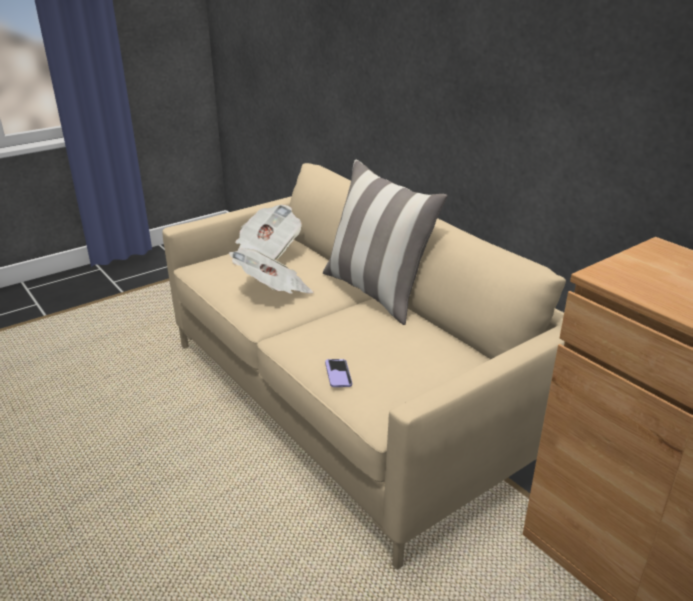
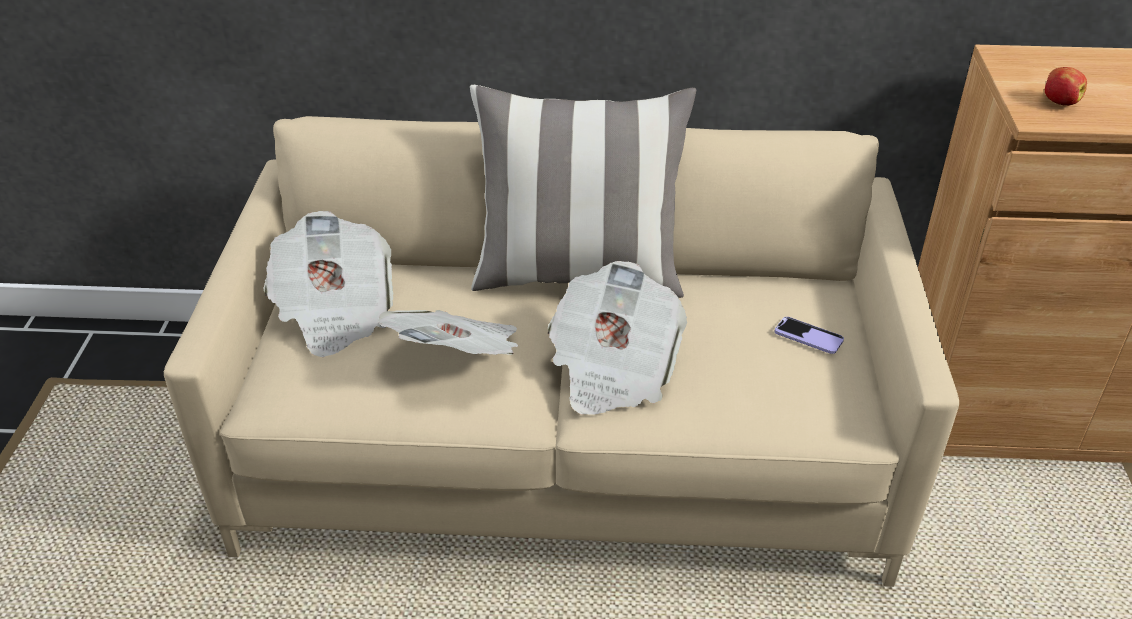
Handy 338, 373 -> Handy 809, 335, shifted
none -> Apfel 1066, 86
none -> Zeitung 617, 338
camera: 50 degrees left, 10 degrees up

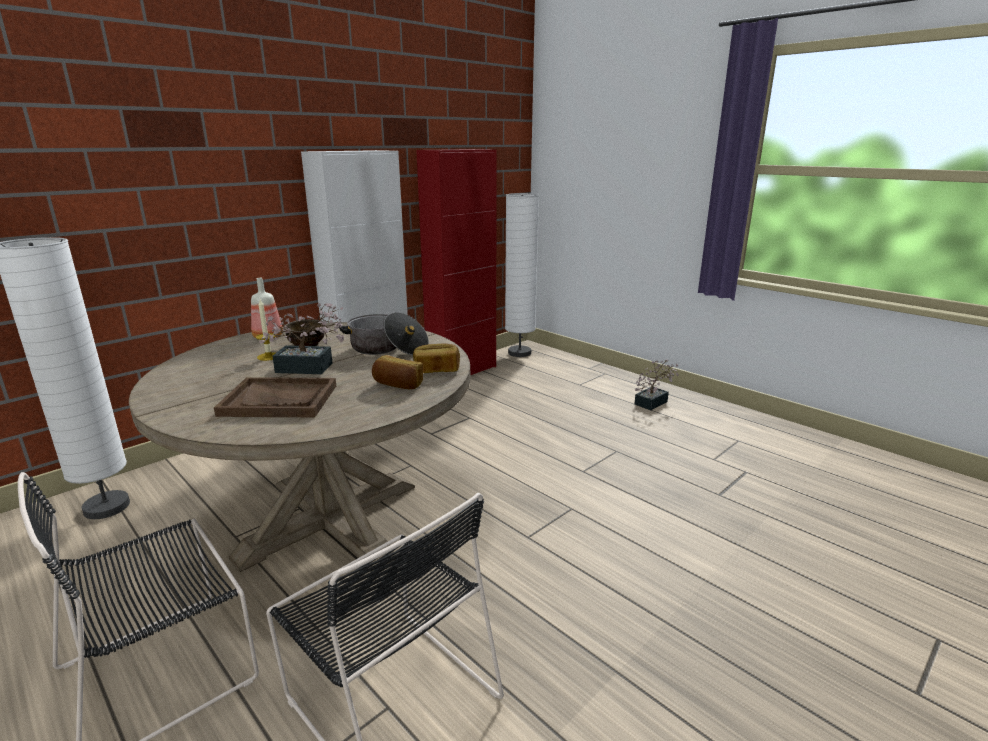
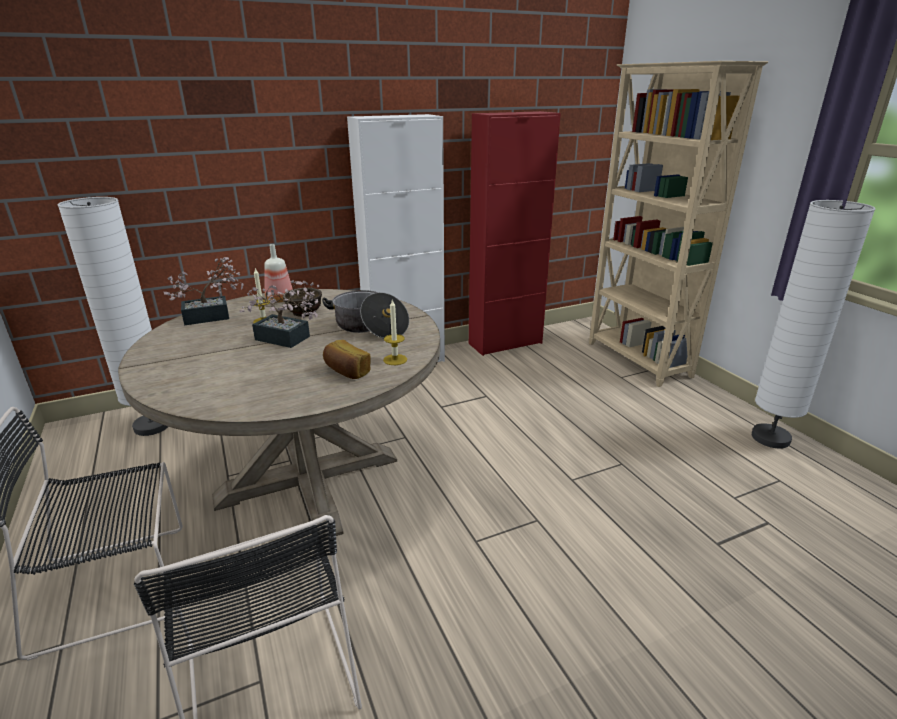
Stehlampe [weiß] 522, 275 -> Stehlampe [weiß] 813, 324, shifted
Brot 436, 358 -> Kerze 395, 332
Topfpflanze 656, 384 -> Topfpflanze 204, 291, shifted
Tablett [braun] 275, 397 -> none
none -> Bücherregal [beige] 678, 224
camera: 20 degrees right, 5 degrees up

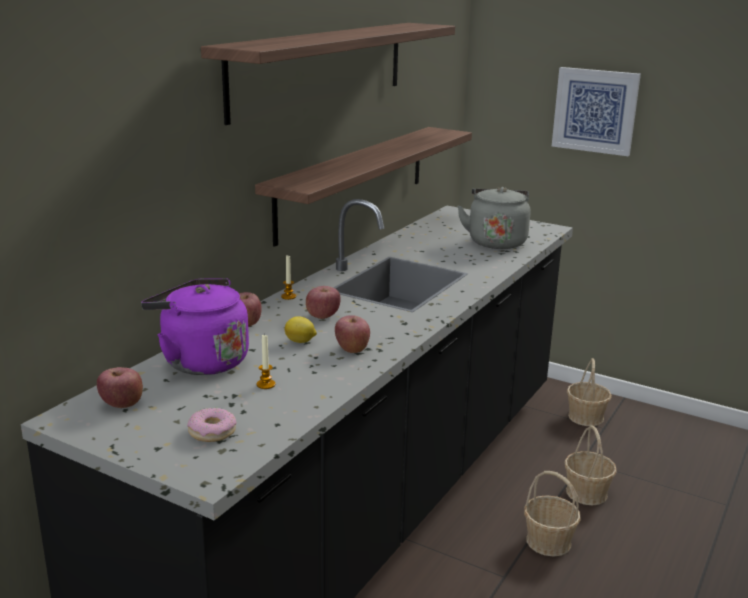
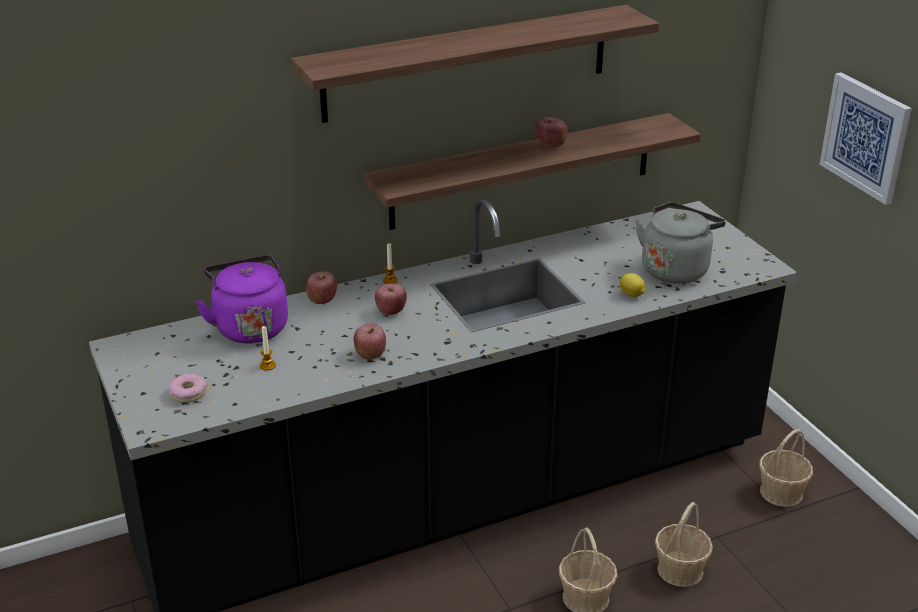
Zitrone 301, 329 -> Zitrone 632, 285, shifted
Apfel 120, 387 -> Apfel 551, 132, shifted
camera: 35 degrees right, 10 degrees up

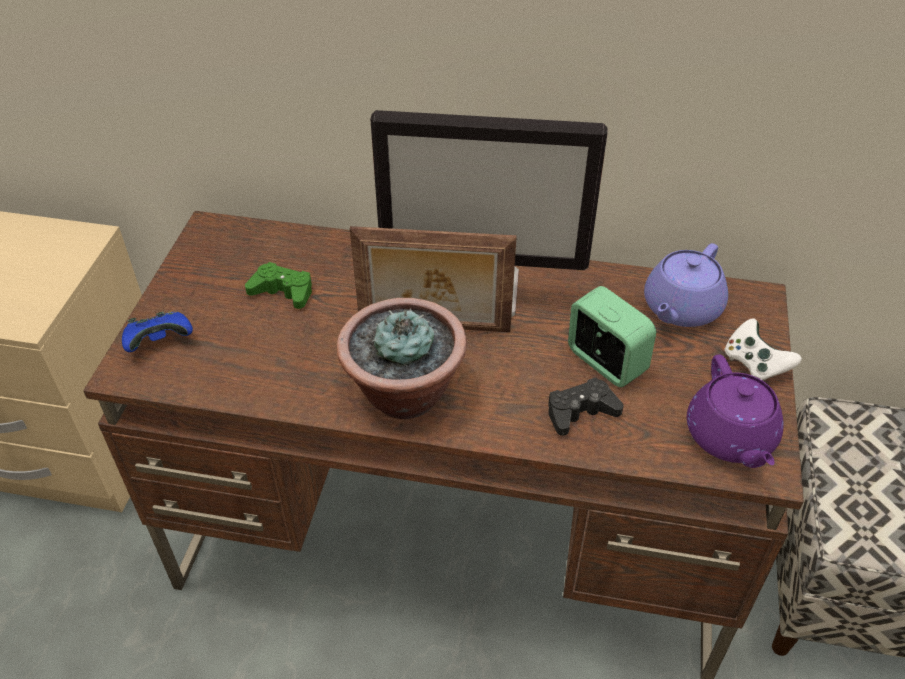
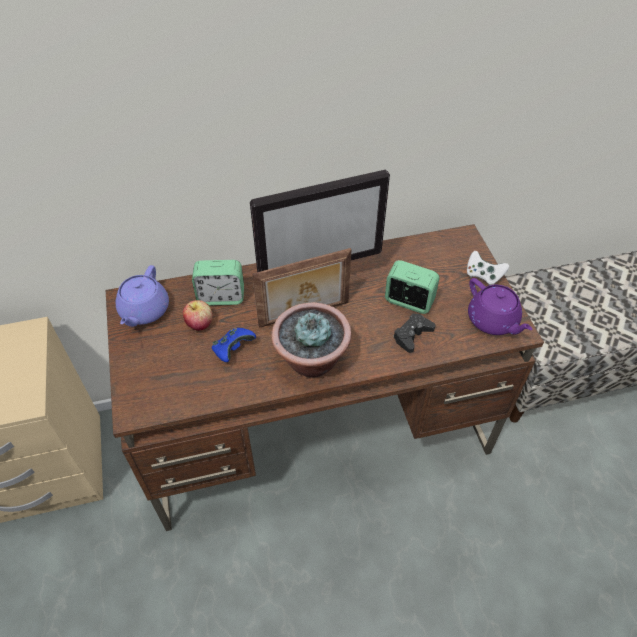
Teekanne [lila] 686, 285 -> Teekanne [lila] 142, 296, shifted
Gamepad [grün] 278, 285 -> Apfel 197, 315
Gamepad [blau] 157, 331 -> Gamepad [blau] 234, 345, shifted
none -> Wecker 218, 283
camera: 25 degrees left, 5 degrees up

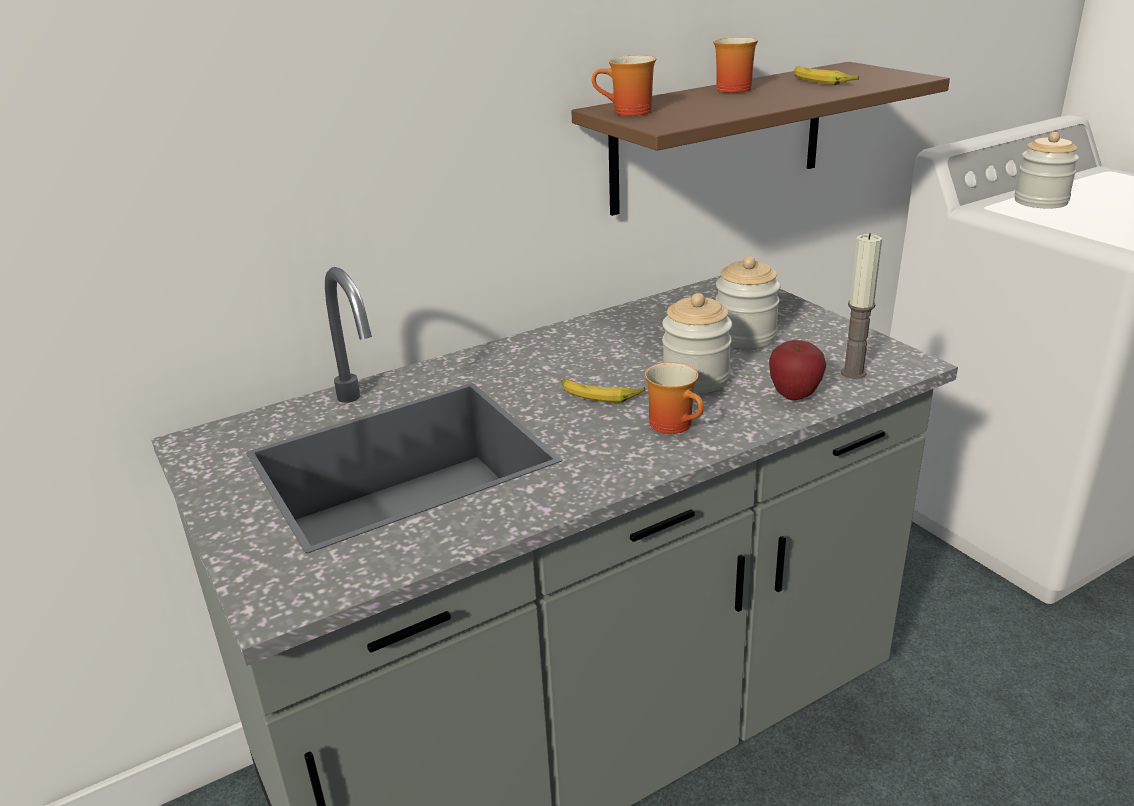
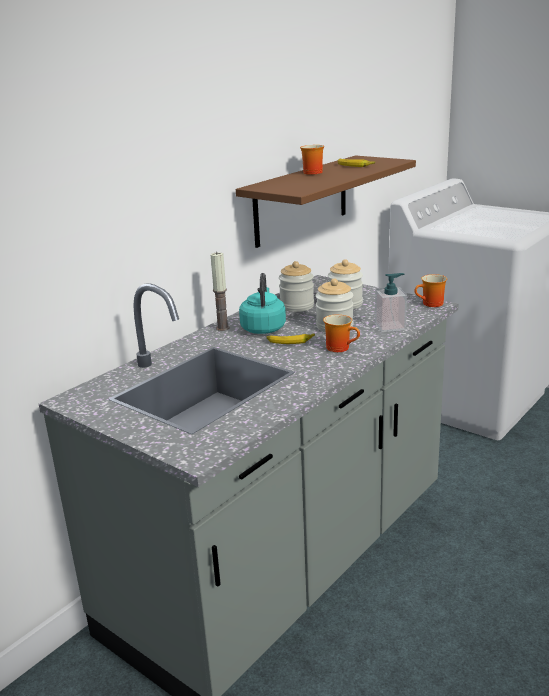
Henkelbecher 624, 85 -> Henkelbecher 430, 290, shifted
Vorratsglas 1046, 170 -> Vorratsglas 296, 286, shifted
Kerze 861, 306 -> Kerze 220, 291, shifted
Apfel 797, 370 -> Seifenspender 391, 302
none -> Wasserkessel [türkis] 262, 303
camera: 20 degrees left, 5 degrees down

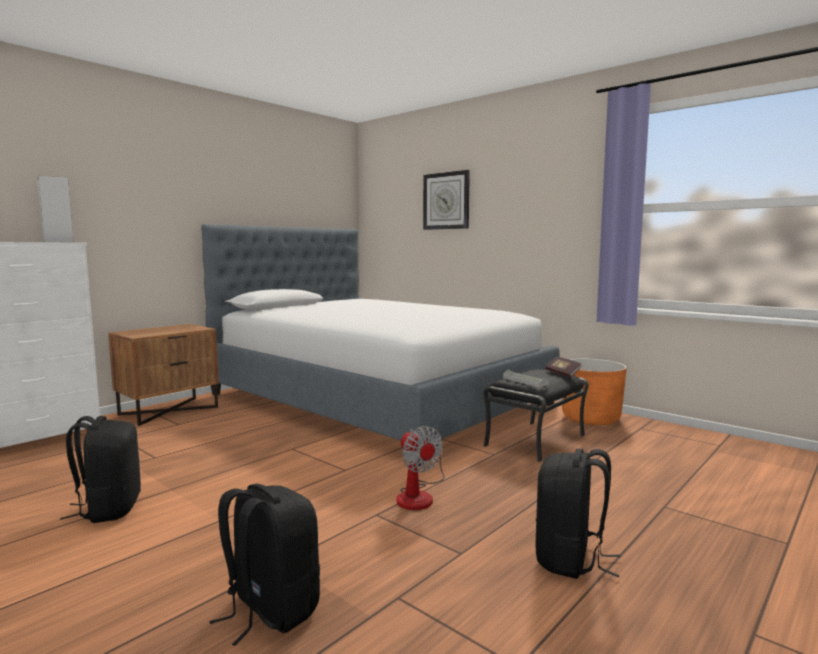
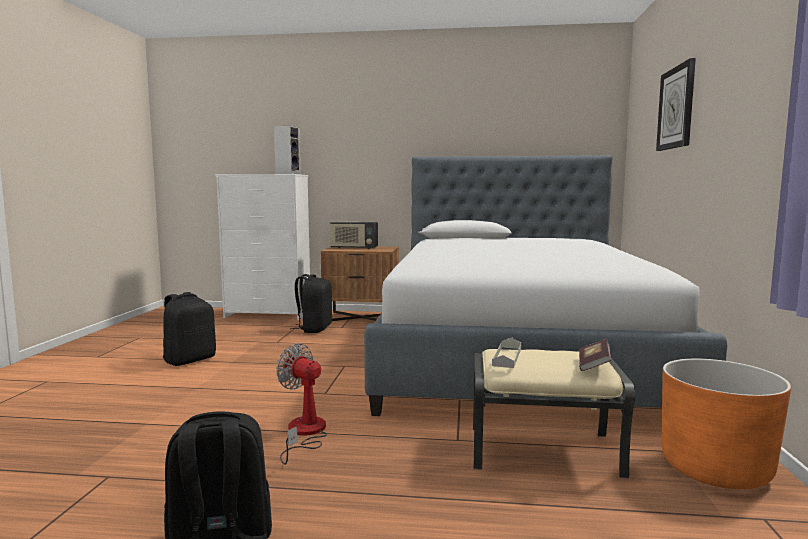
Polsterhocker [schwarz] 536, 415 -> Polsterhocker [beige] 554, 413
Ventilator 420, 468 -> Ventilator 301, 404, 105 degrees clockwise
Rucksack [schwarz] 265, 565 -> Rucksack [schwarz] 311, 303, shifted
none -> Radio 353, 235
camera: 55 degrees right, 0 degrees up

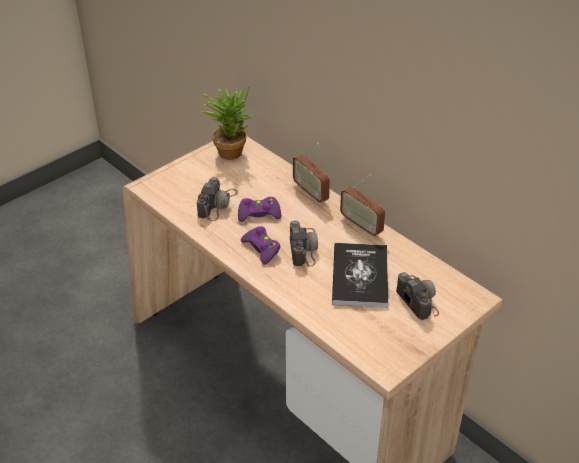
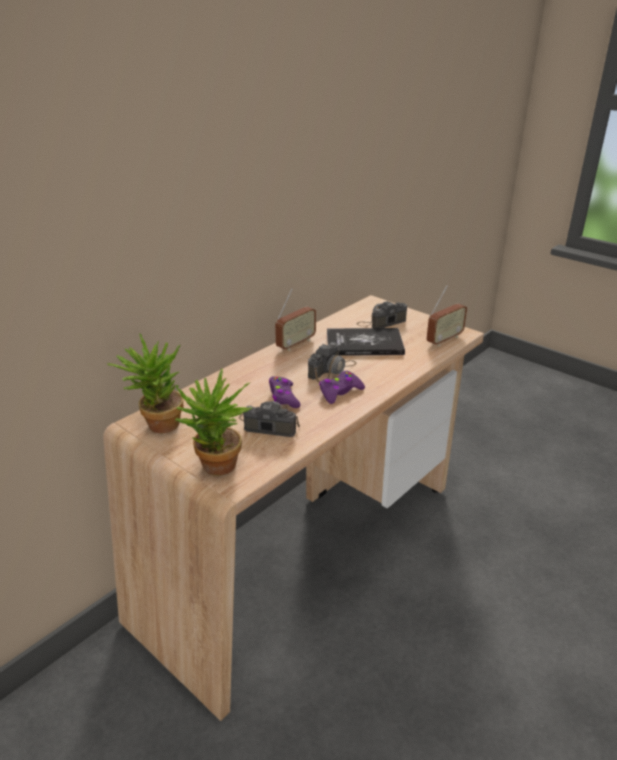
Radio 311, 173 -> Radio 447, 315, shifted
Kamera 304, 243 -> Kamera 332, 362, 135 degrees clockwise
none -> Topfpflanze 213, 422
camera: 95 degrees left, 10 degrees down

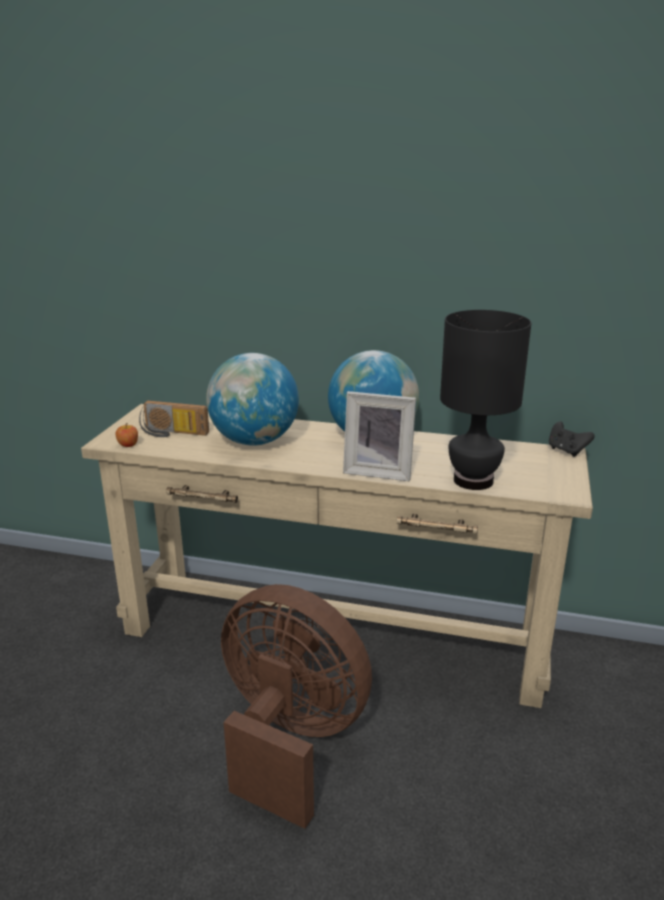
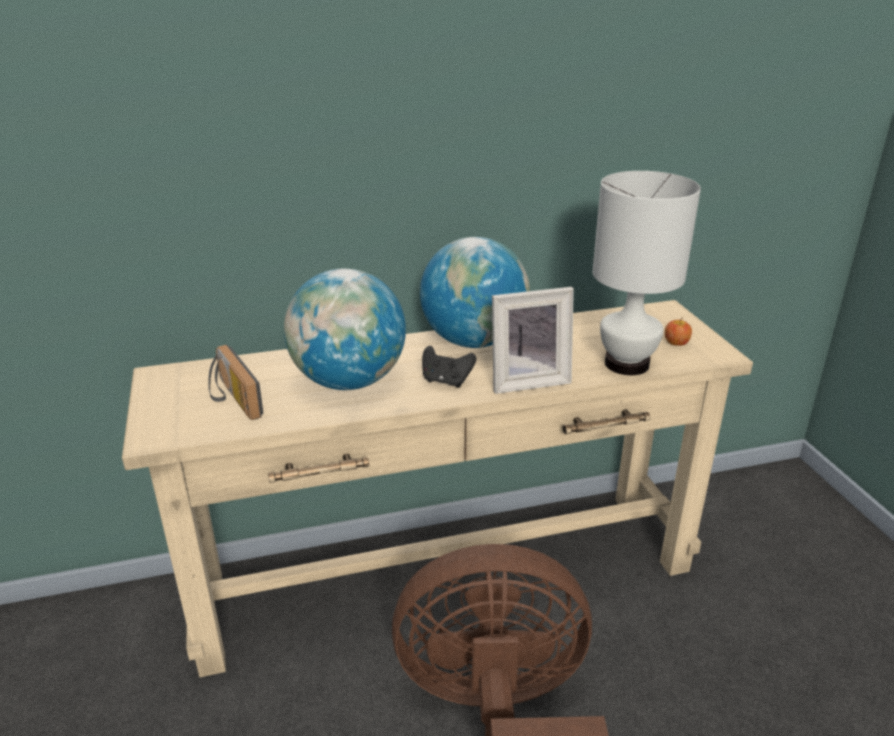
Tischlampe [schwarz] 485, 400 -> Tischlampe [weiß] 646, 273
Radio 174, 418 -> Radio 235, 382, 75 degrees clockwise
Gamepad [schwarz] 572, 439 -> Gamepad [schwarz] 449, 367, shifted
Apfel 127, 435 -> Apfel 678, 331, shifted
camera: 30 degrees left, 5 degrees up

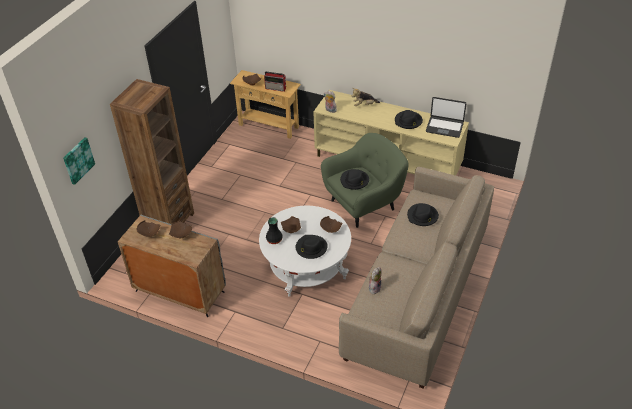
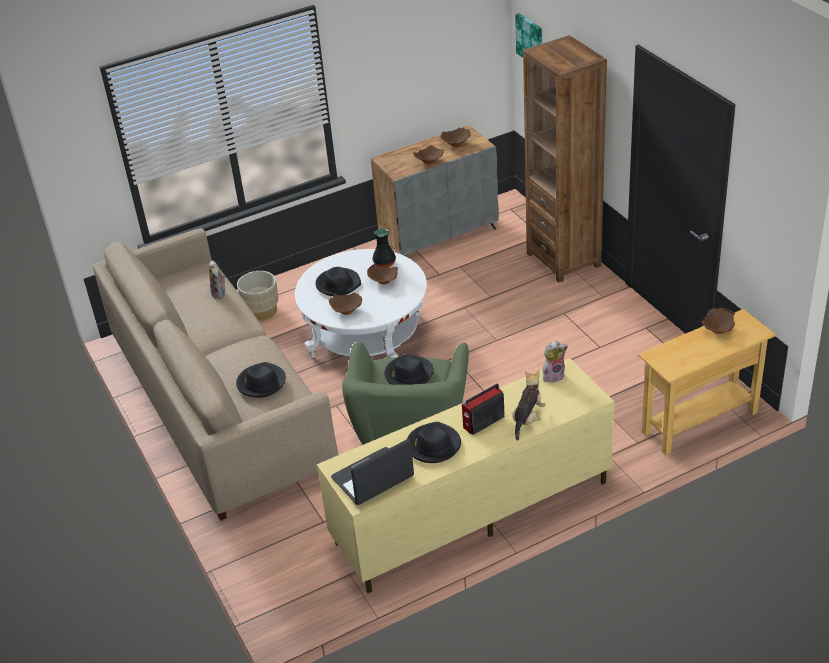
Radio 275, 81 -> Radio 483, 409, shifted
none -> Pflanzkübel [beige] 257, 296
camera: 130 degrees right, 5 degrees down

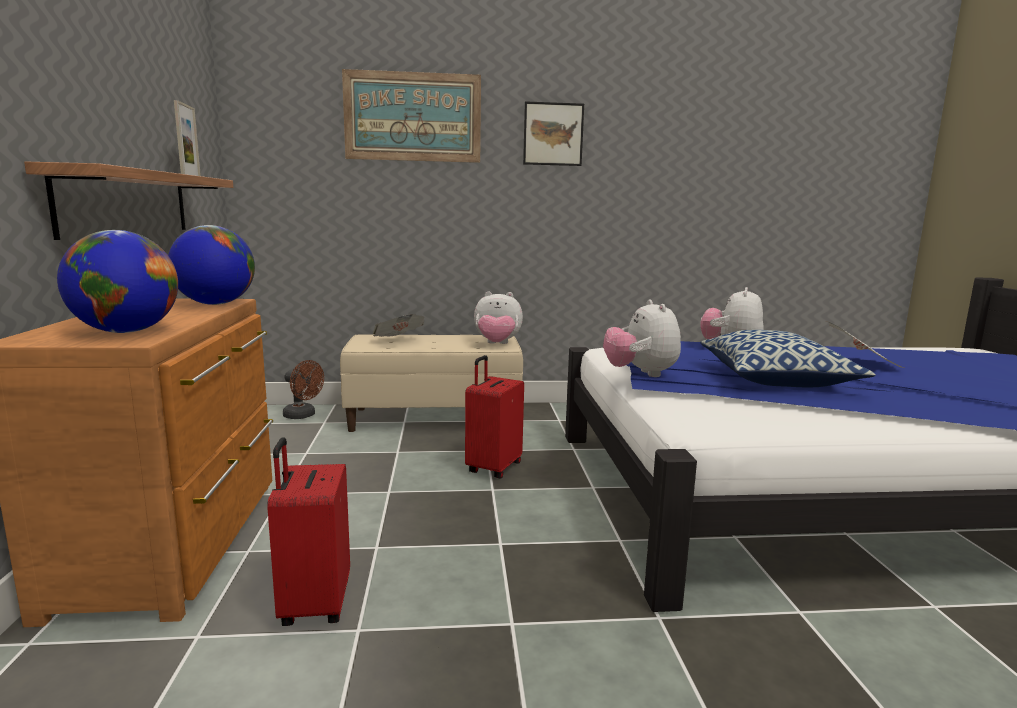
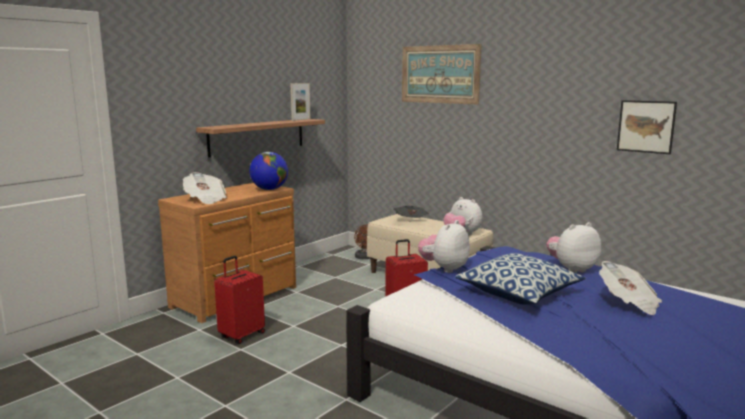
Bild 553, 133 -> Bild 647, 127, shifted
Globus 117, 281 -> Zeitung 205, 188
camera: 45 degrees right, 0 degrees up

